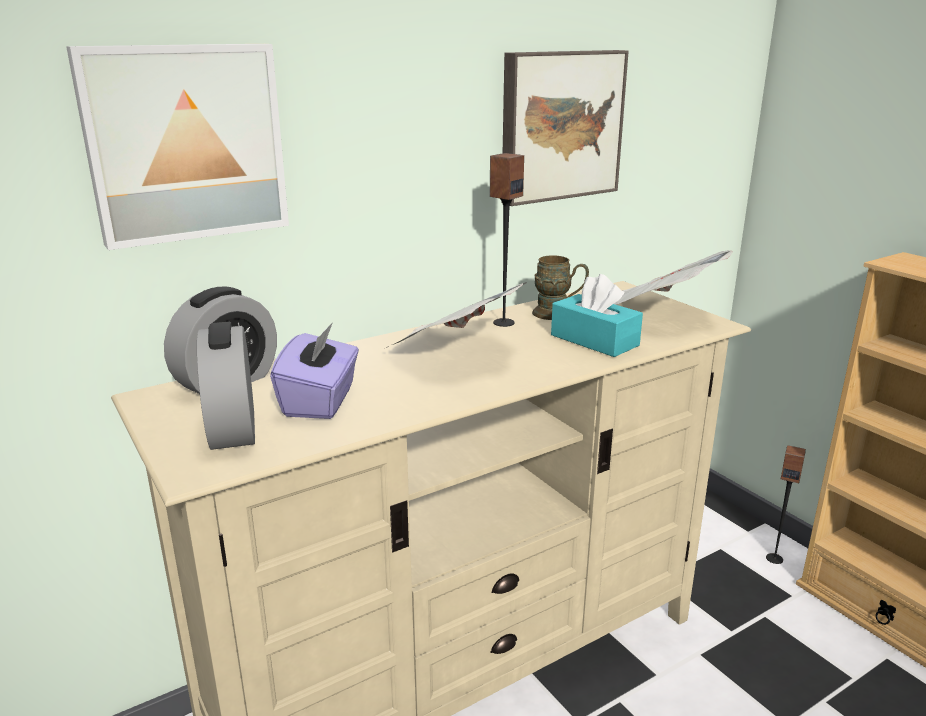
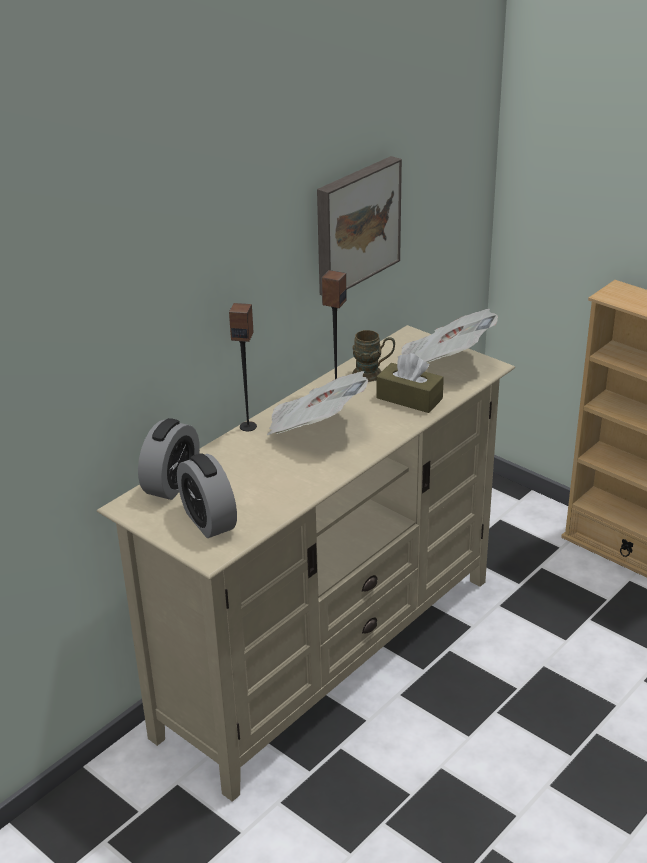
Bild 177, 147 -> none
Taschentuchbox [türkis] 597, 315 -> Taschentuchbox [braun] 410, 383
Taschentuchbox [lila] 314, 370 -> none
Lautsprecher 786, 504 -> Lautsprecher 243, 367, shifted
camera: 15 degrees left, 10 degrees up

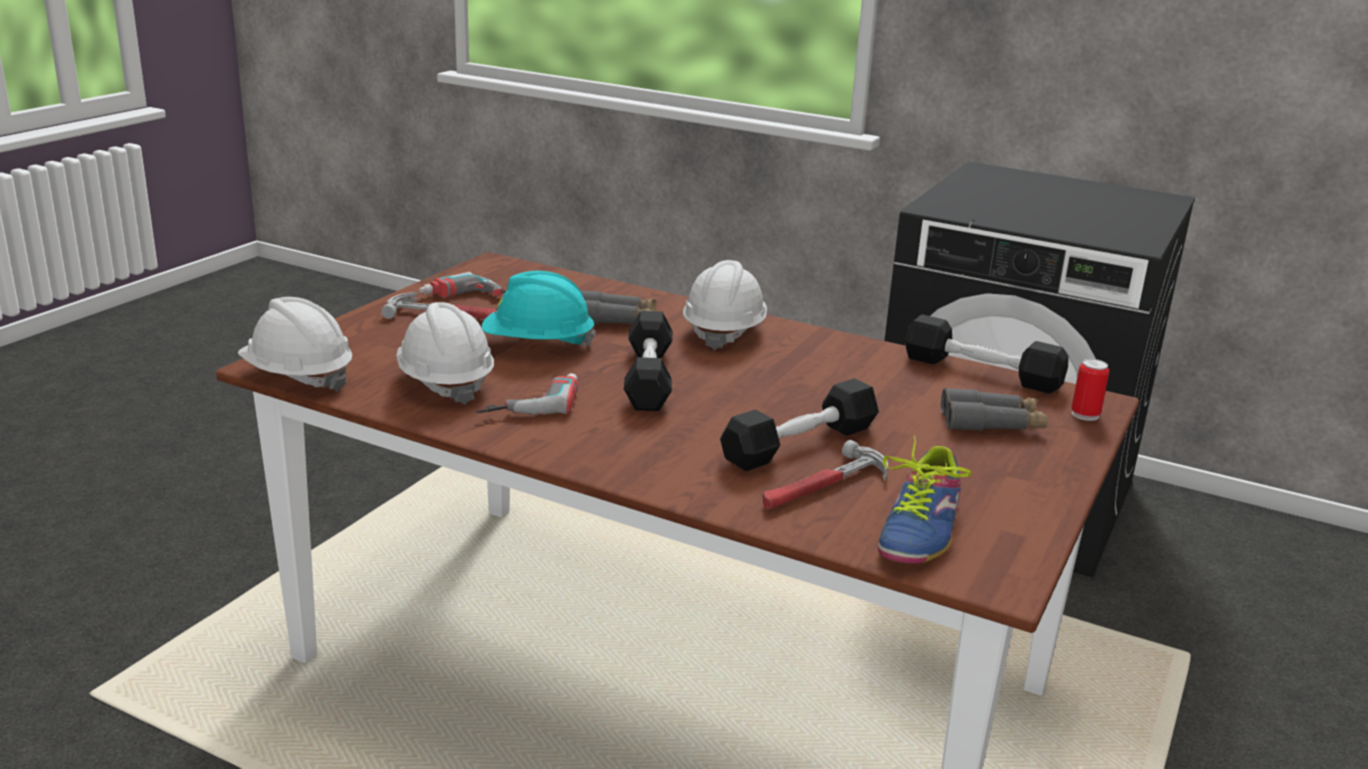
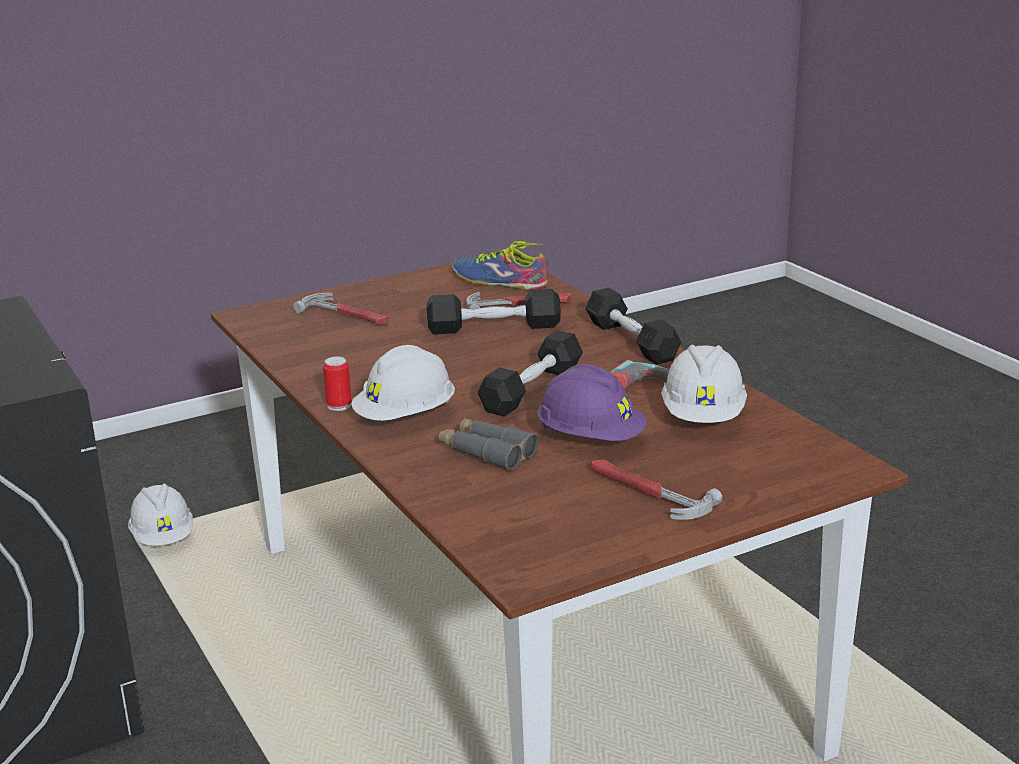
Schutzhelm [türkis] 539, 309 -> Schutzhelm [lila] 592, 402
Bohrmaschine 462, 285 -> none
Schutzhelm [weiß] 295, 344 -> Schutzhelm [weiß] 160, 514, shifted
Hantel [schwarz] 987, 353 -> Hantel [schwarz] 633, 326, shifted
Dose 1090, 390 -> Dose 337, 383, shifted
Fernglas [grau] 994, 409 -> Hammer 341, 309
Schuh 924, 500 -> Schuh 500, 265, 120 degrees counterclockwise
camera: 145 degrees left, 0 degrees up

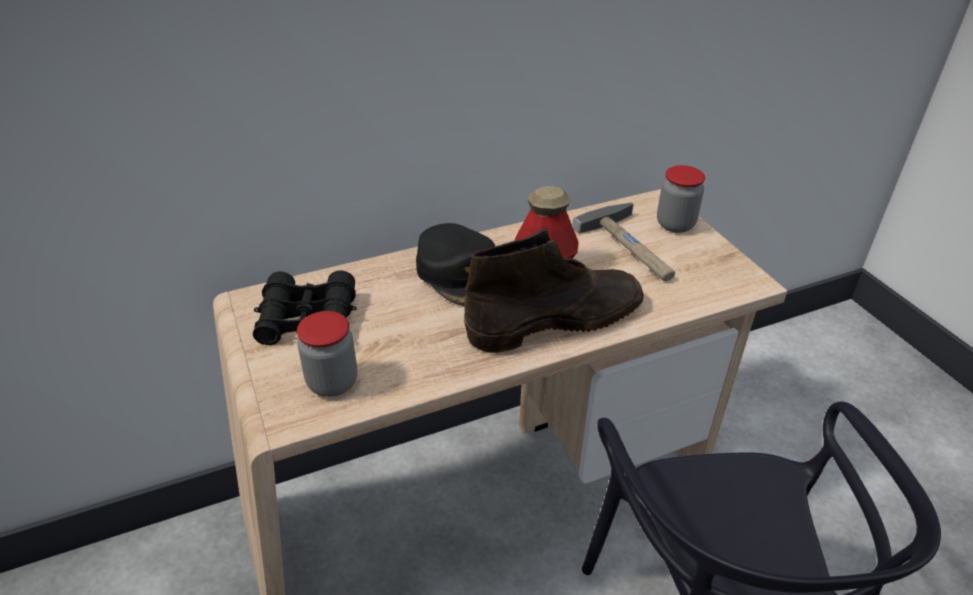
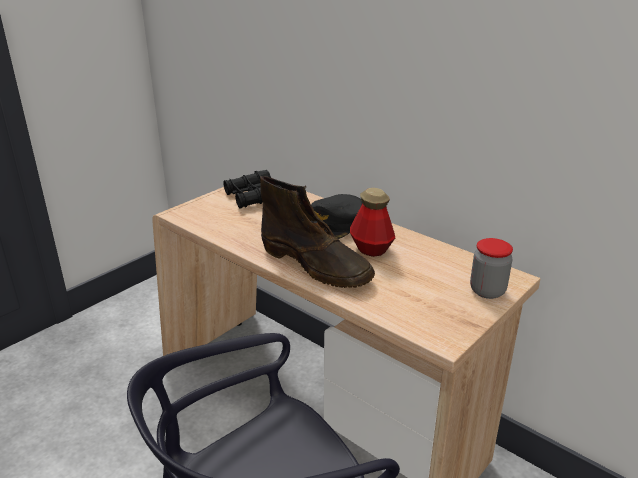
Hammer 623, 241 -> none
Vorratsglas 327, 354 -> none
camera: 65 degrees right, 10 degrees down

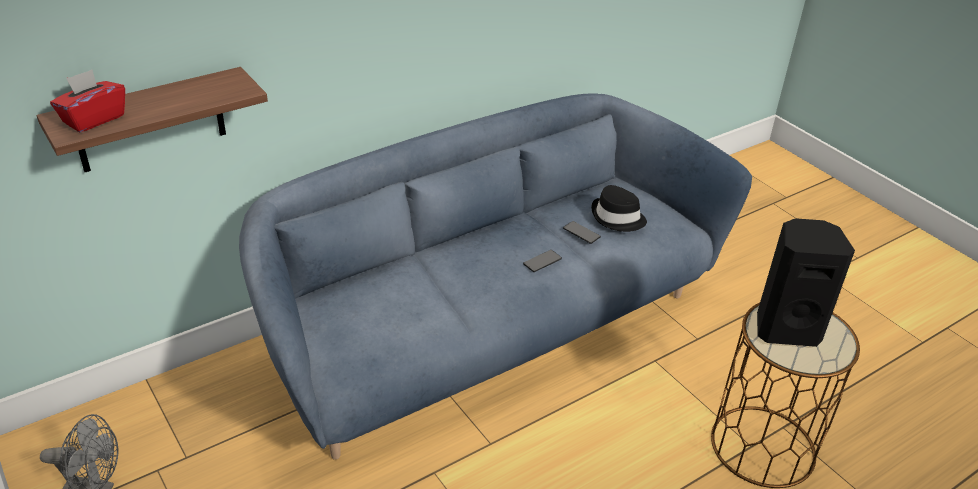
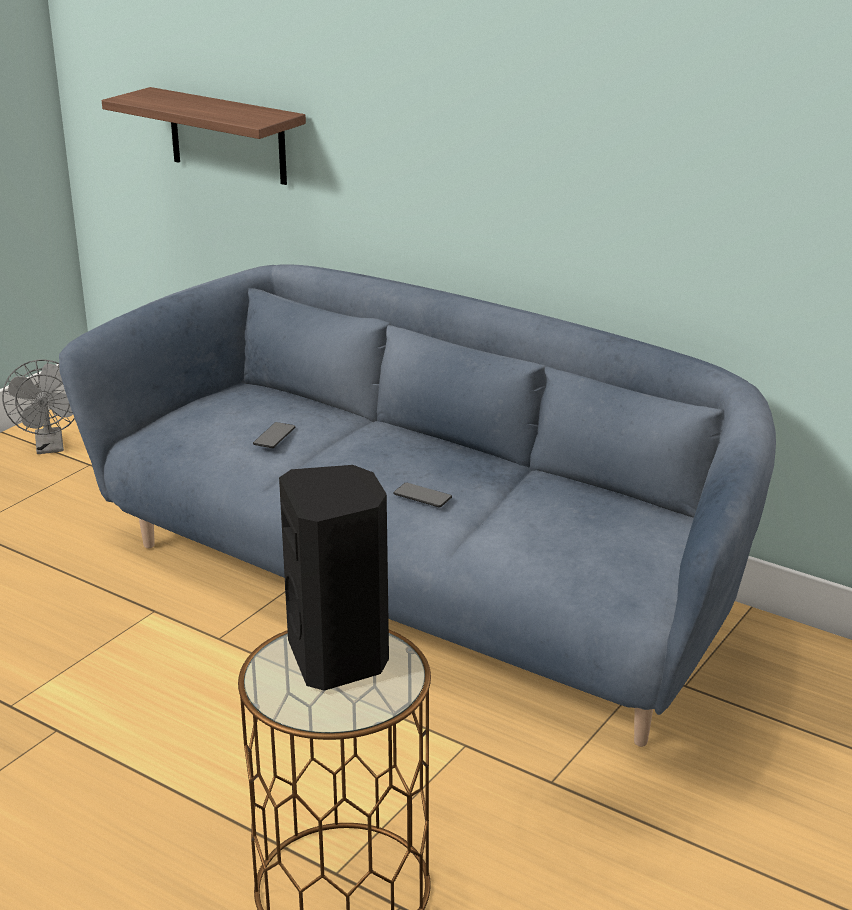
Taschentuchbox [rot] 87, 101 -> none
Hut [schwarz] 619, 208 -> none
Handy 582, 232 -> Handy 274, 435, shifted
camera: 70 degrees right, 10 degrees down

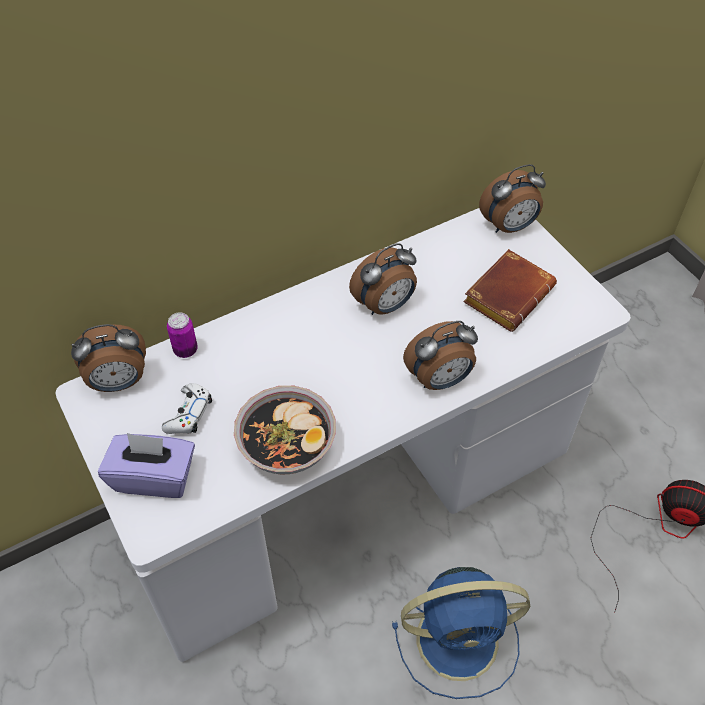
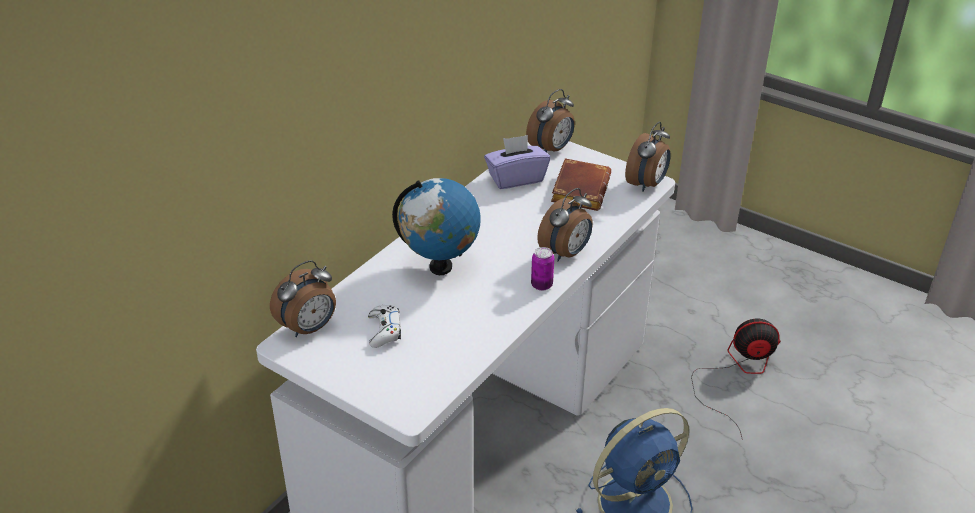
Wecker 383, 279 -> Wecker 648, 157, shifted
Dose 182, 335 -> Dose 542, 269, shifted
Schüssel 285, 430 -> none
Taschentuchbox [lila] 146, 465 -> Taschentuchbox [lila] 517, 162, shifted
none -> Globus 436, 226
camera: 25 degrees left, 15 degrees down

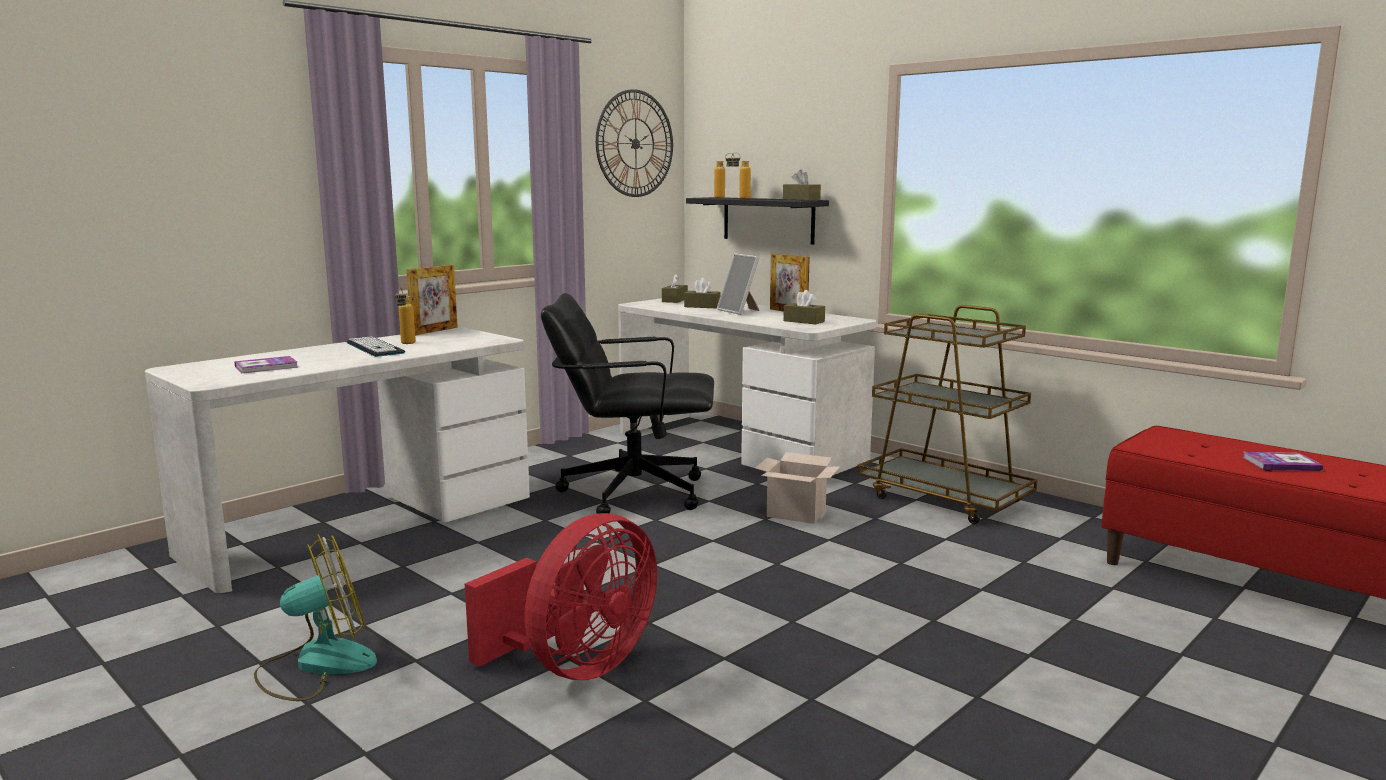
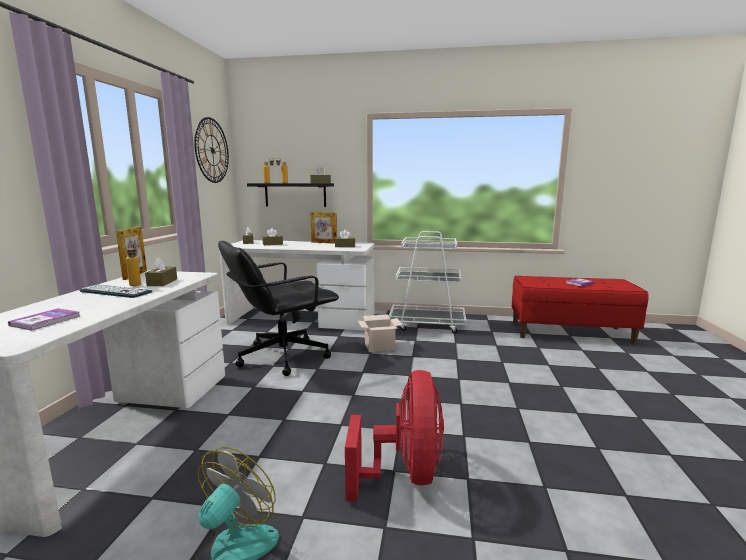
Bilderrahmen 738, 284 -> none
Rollwagen [braun] 947, 414 -> Rollwagen [weiß] 427, 282
none -> Taschentuchbox [braun] 161, 271
camera: 35 degrees left, 0 degrees up

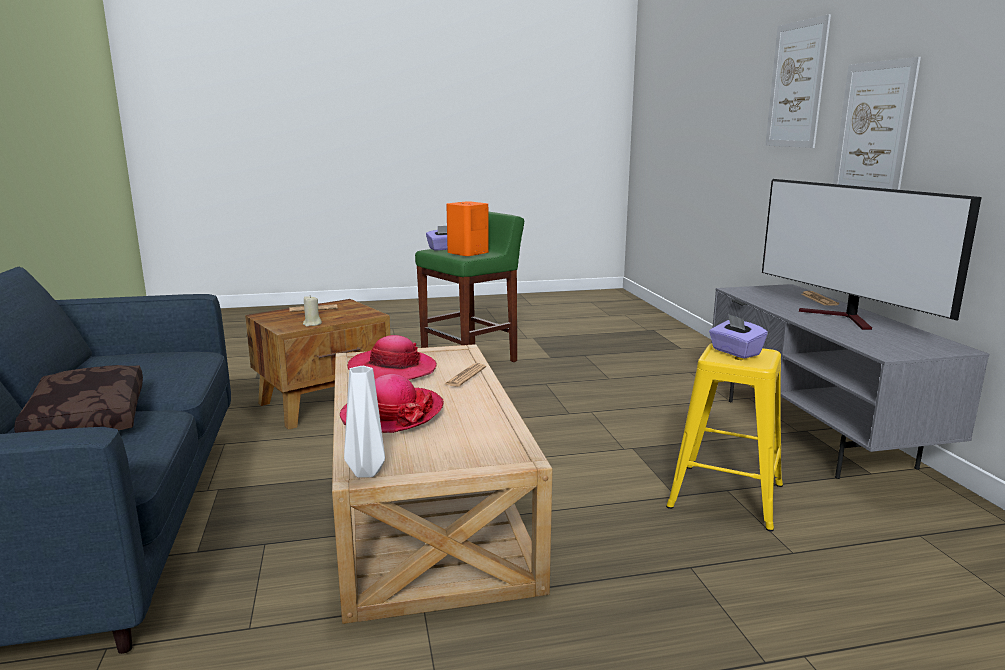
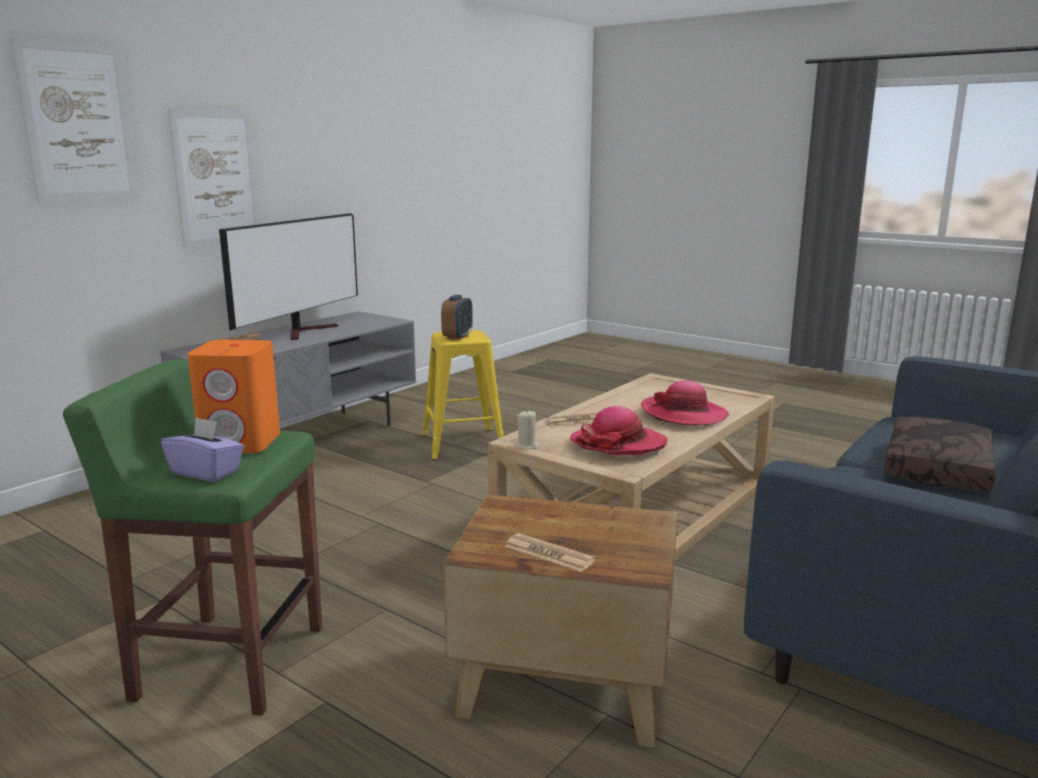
Kerze [beige] 312, 311 -> Kerze [beige] 527, 430, shifted
Taschentuchbox [lila] 738, 336 -> Wecker 457, 317
Vase [weiß] 364, 422 -> none
camera: 130 degrees left, 0 degrees up

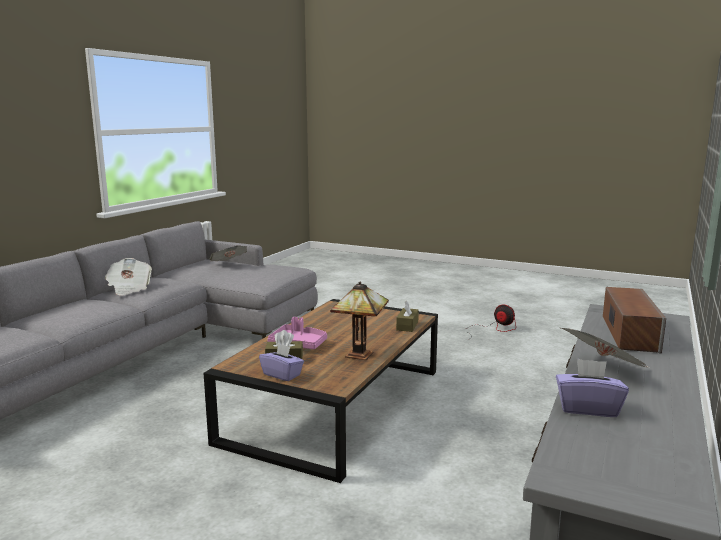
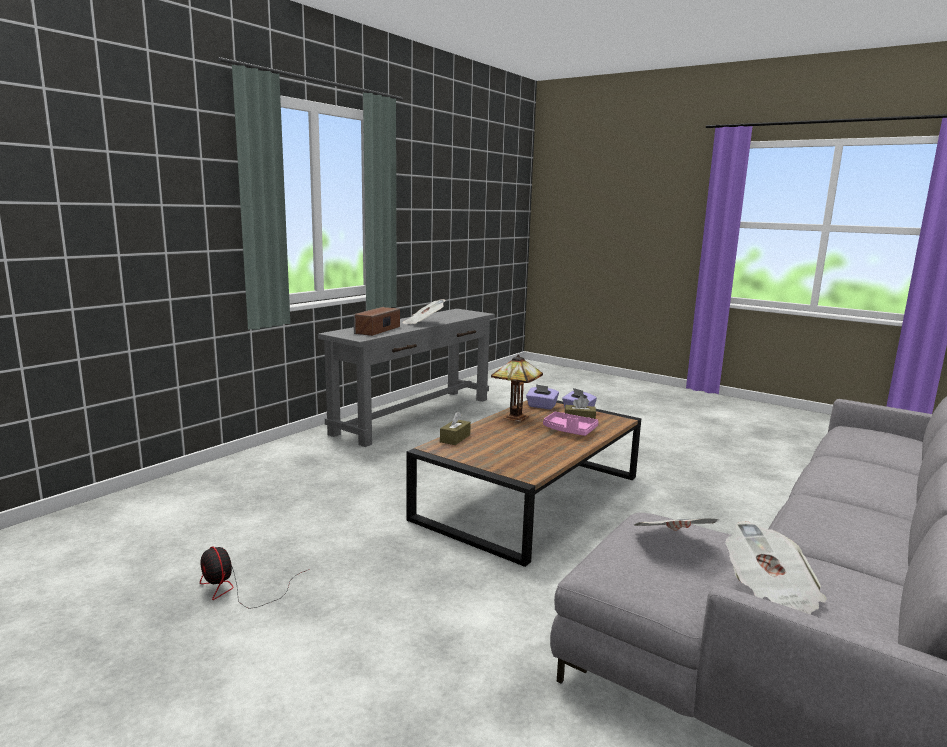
Zeitung 128, 277 -> Zeitung 676, 524, shifted
Taschentuchbox [lila] 592, 388 -> Taschentuchbox [lila] 542, 397, shifted
camera: 170 degrees left, 0 degrees up

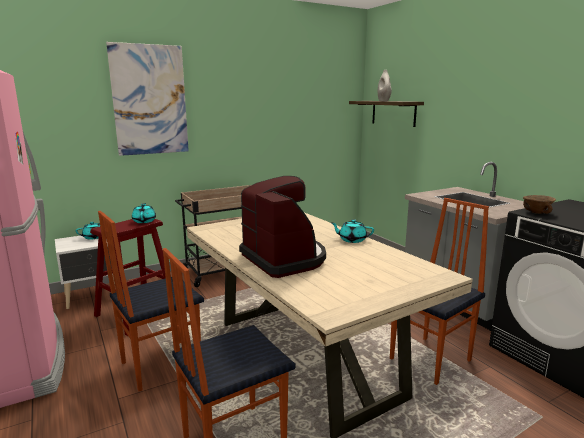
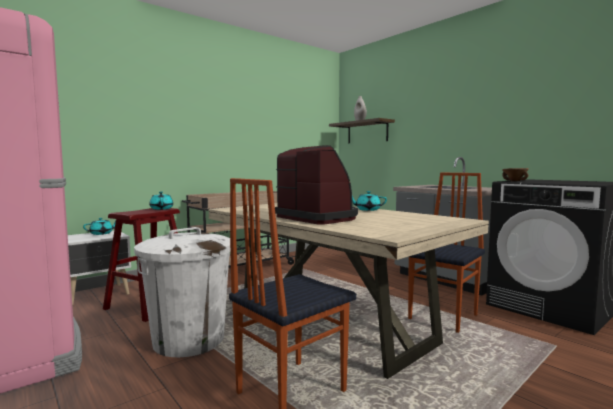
Bild 147, 99 -> none
Stuhl 151, 301 -> Mülleimer [weiß] 182, 292
camera: 10 degrees left, 10 degrees down

